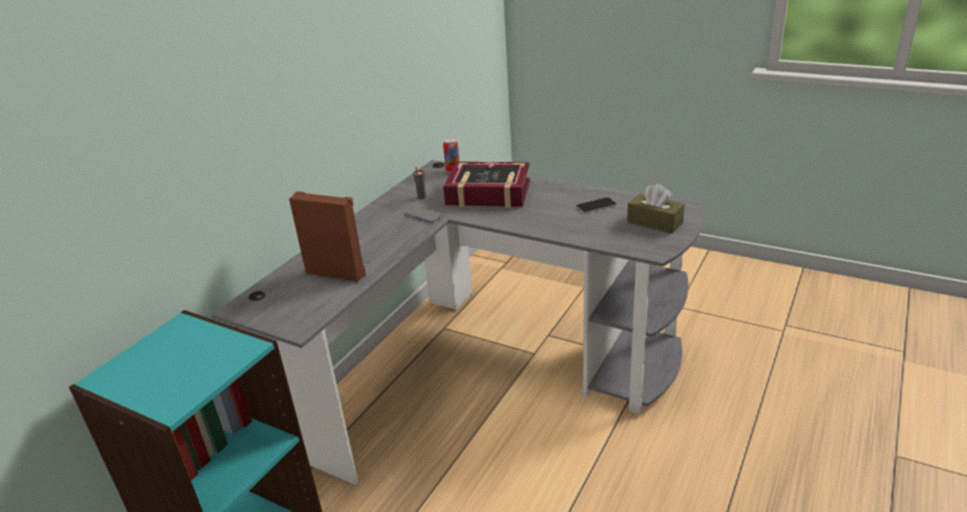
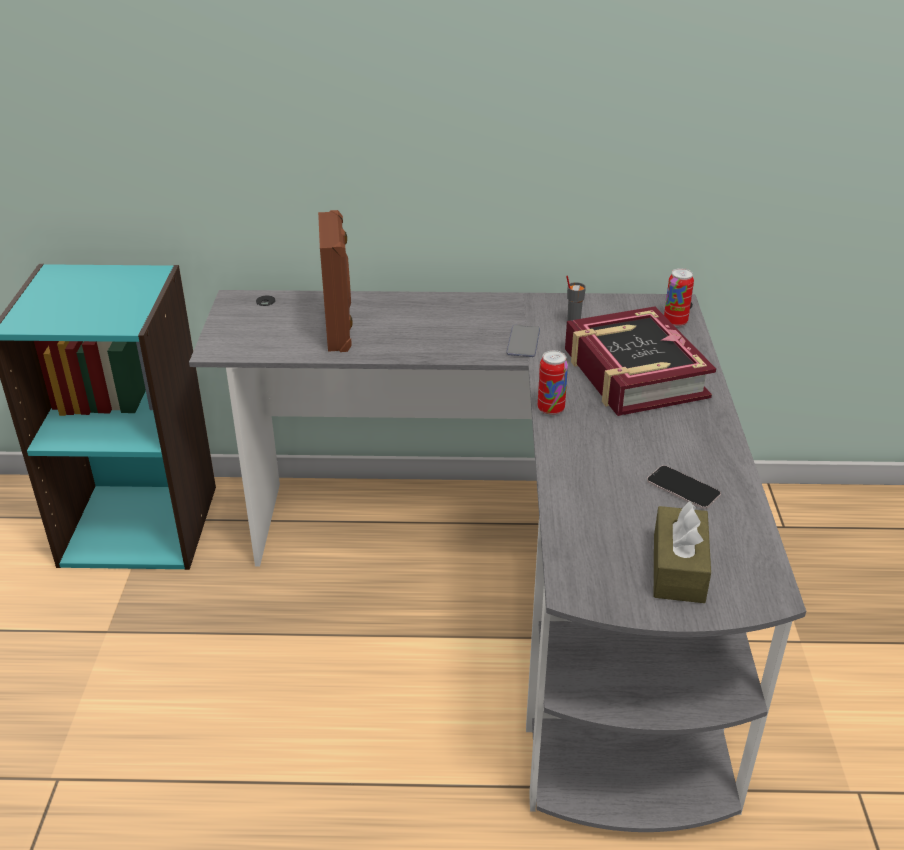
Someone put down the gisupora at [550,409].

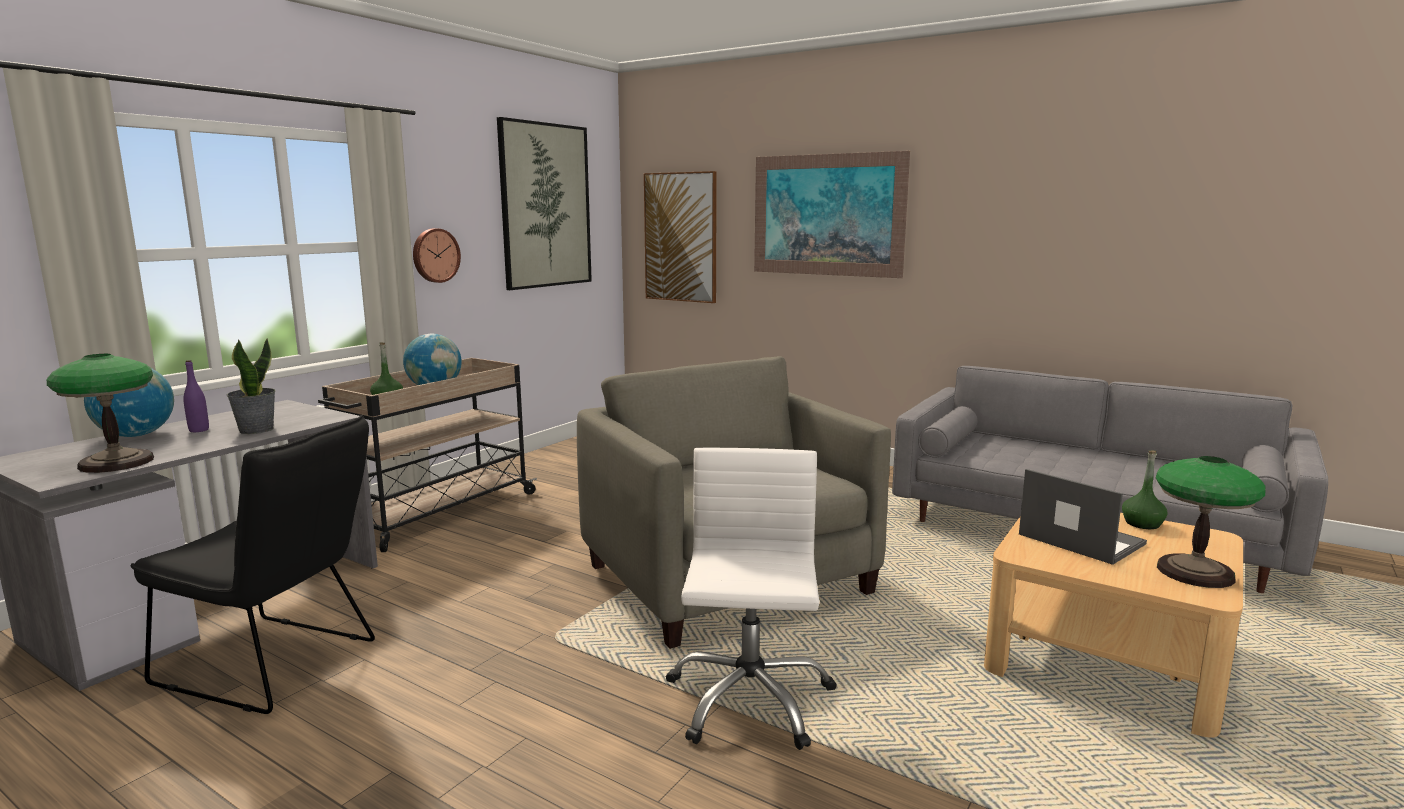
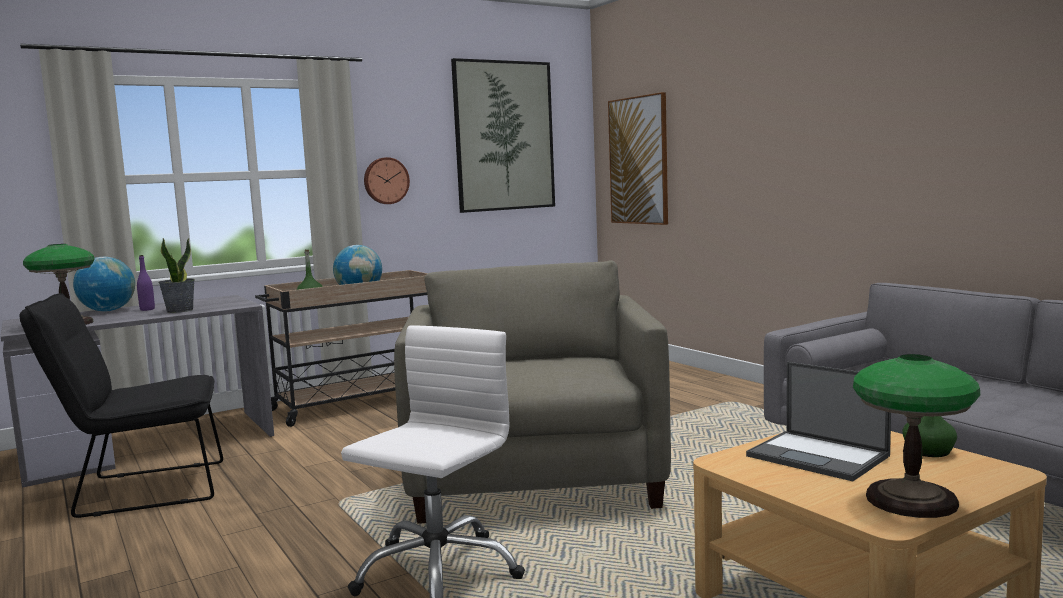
Someone rotated the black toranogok at [277,665] by 120 degrees clockwise. Someone took away the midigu at [827,215]. Someone rotated the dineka at [1079,539] by 150 degrees clockwise.

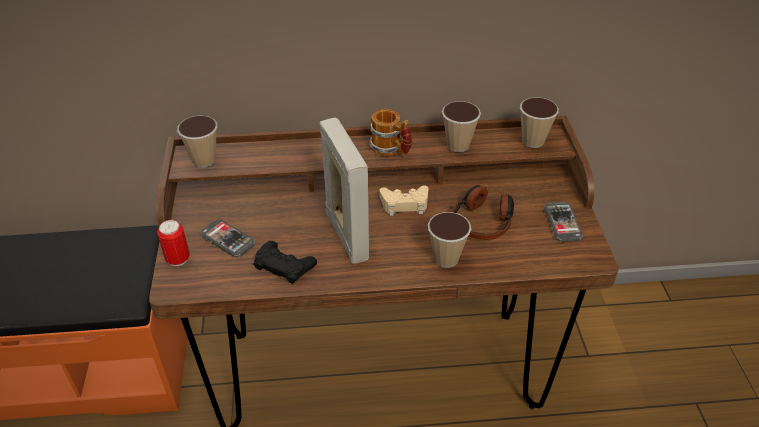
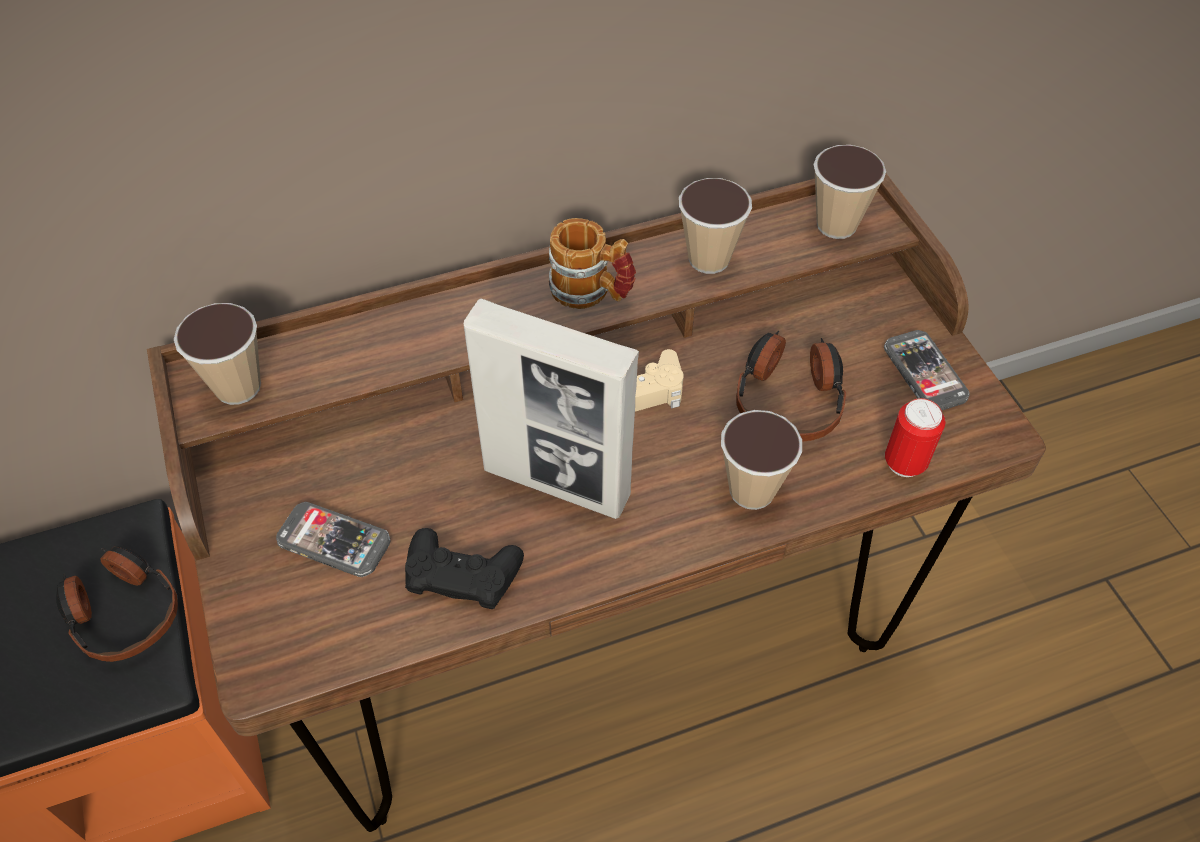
Someone carried the gisupora from [178,259] to [904,463]. Someone rotated the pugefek at [346,236] by 150 degrees clockwise. Someone put down the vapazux at [122,611].

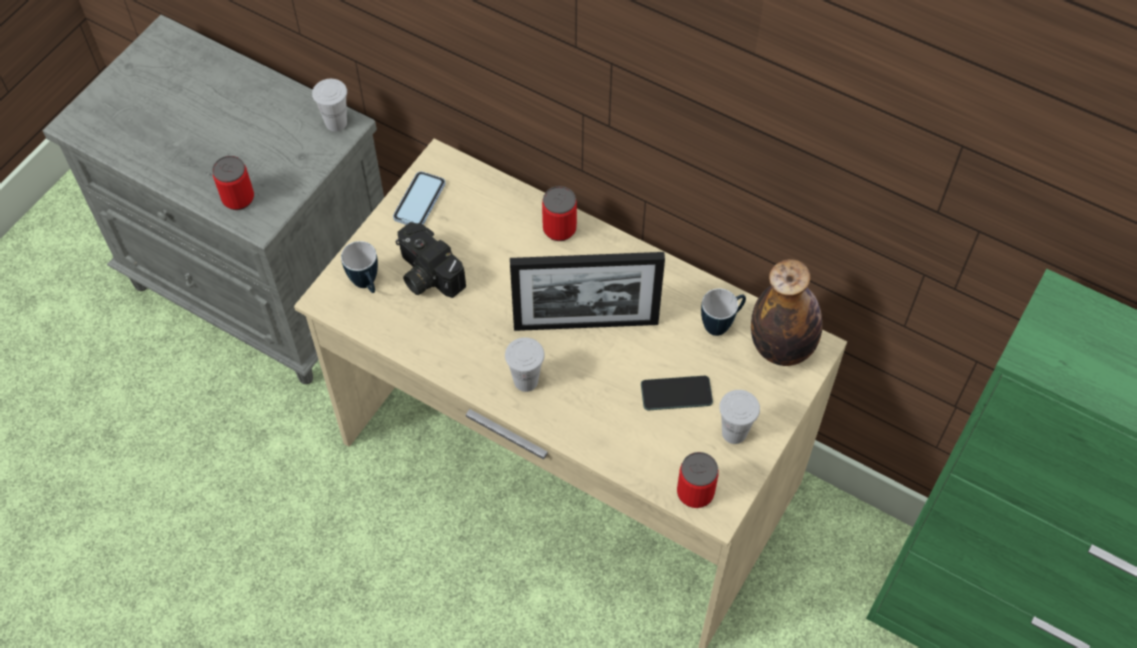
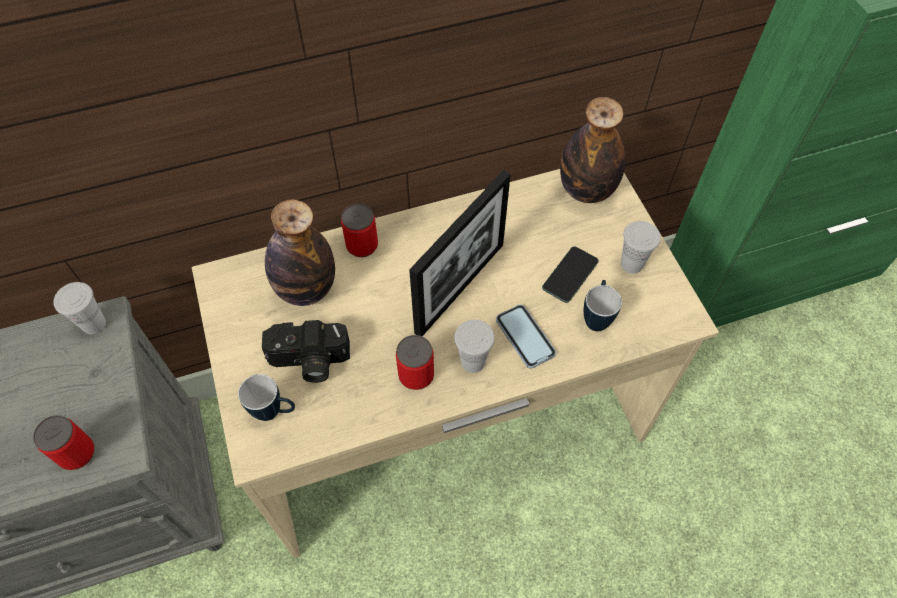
Someone carried the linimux from [419,201] to [525,337]. Someone carried the gisupora from [695,492] to [416,375]. Someone carried the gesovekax from [721,324] to [596,317]. Someone put down the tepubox at [306,288].

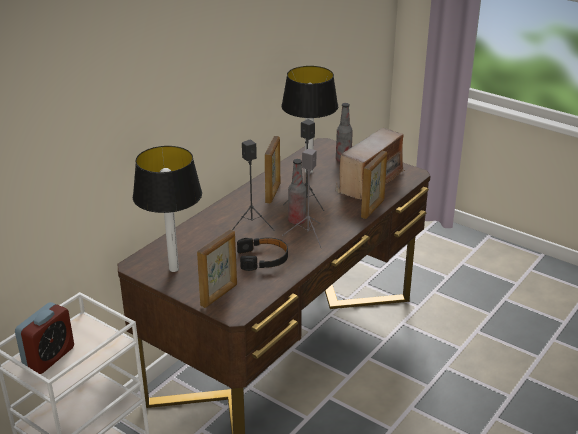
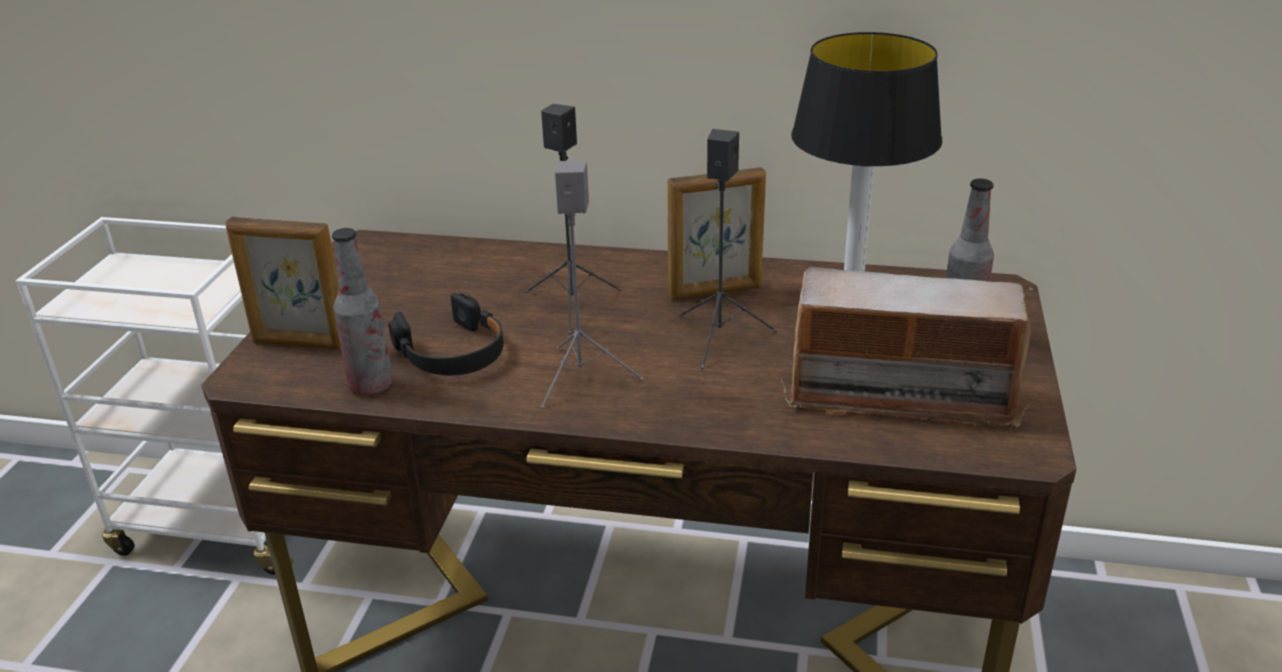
Someone took away the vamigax at [49,357]. Someone took away the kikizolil at [174,268]. Someone carried the tepubox from [297,221] to [371,385]. Someone took away the pugefek at [373,209].

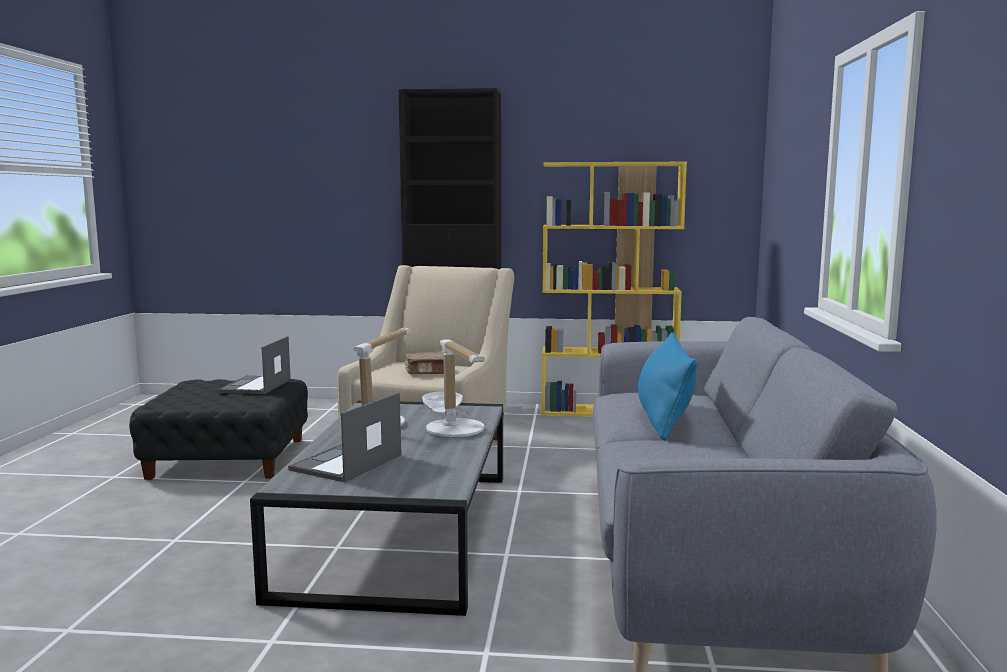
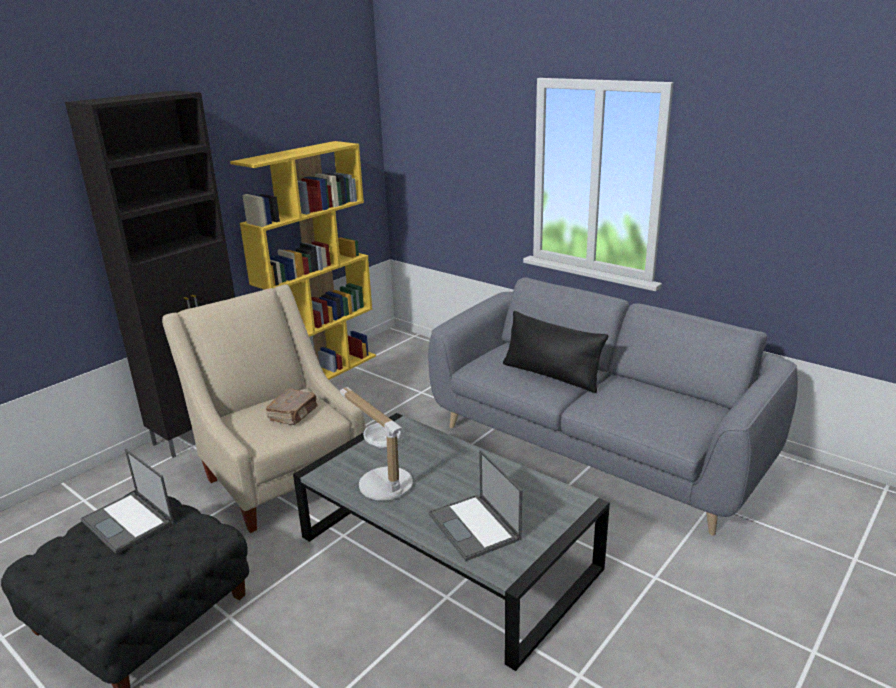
Someone took away the kikizolil at [457,432]. Someone repainted the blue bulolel at [664,418], which became the black bulolel at [551,375].

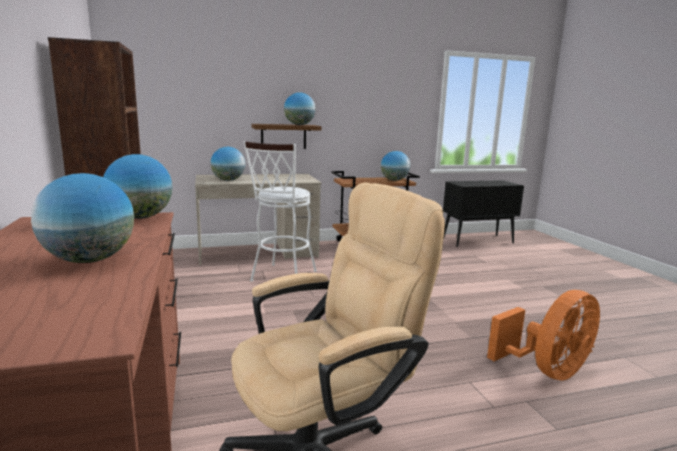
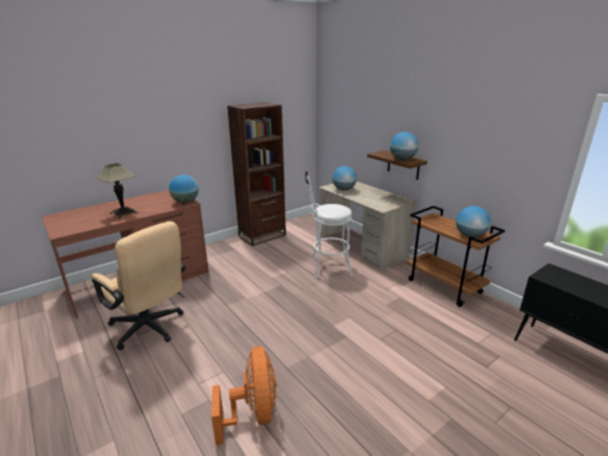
Someone swapped the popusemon at [90,260] for the kikizolil at [123,213]. Someone rotated the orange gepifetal at [548,371] by 135 degrees counterclockwise.

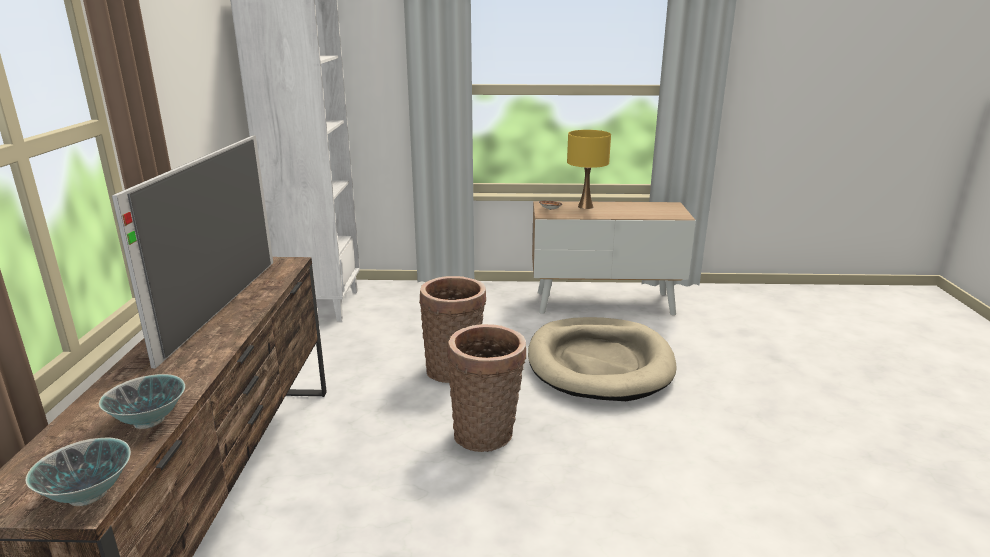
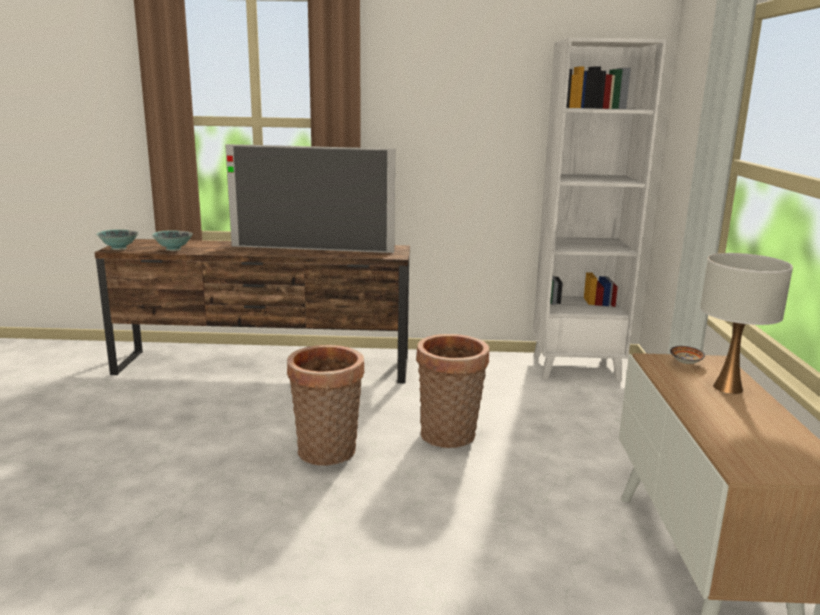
Someone took away the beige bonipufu at [599,363]. Someone repainted the yellow kikizolil at [585,206], which became the white kikizolil at [727,387].

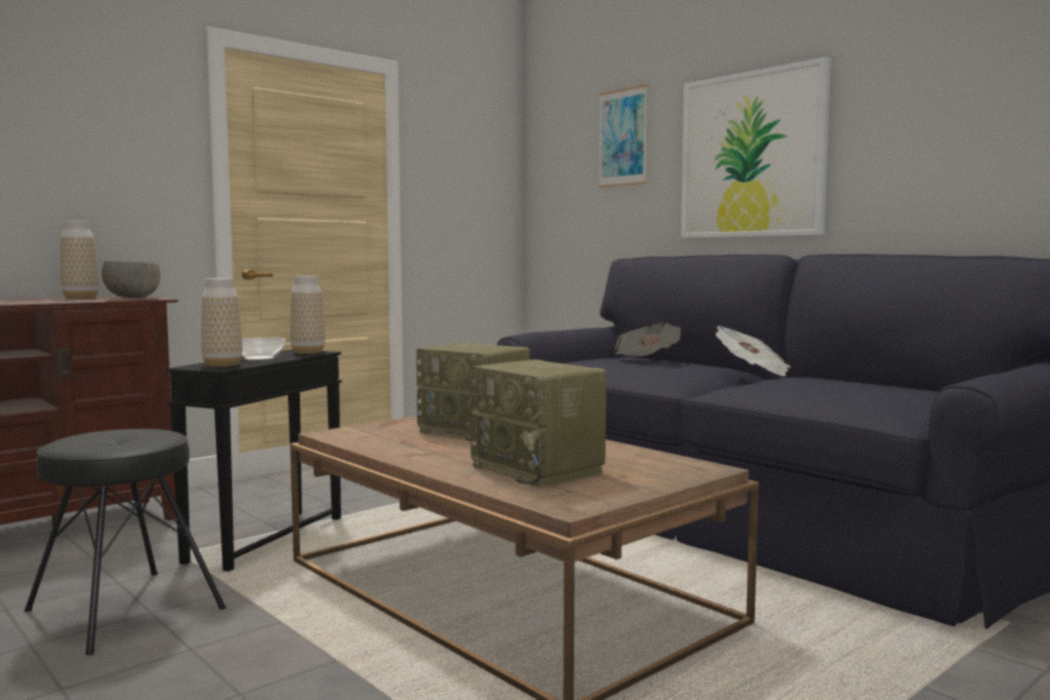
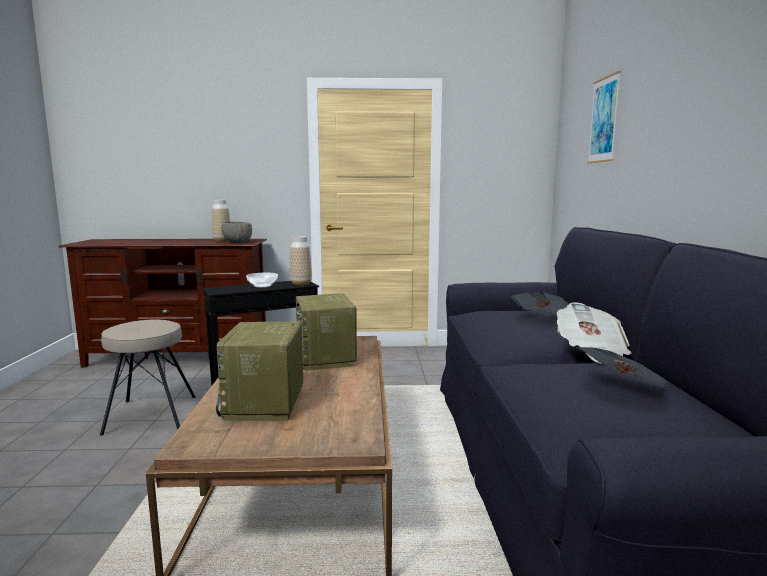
Someone repainted the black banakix at [123,610], which became the beige banakix at [150,414]. Someone took away the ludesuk at [222,365]. Someone took away the midigu at [752,155]. Someone put down the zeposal at [623,390].

